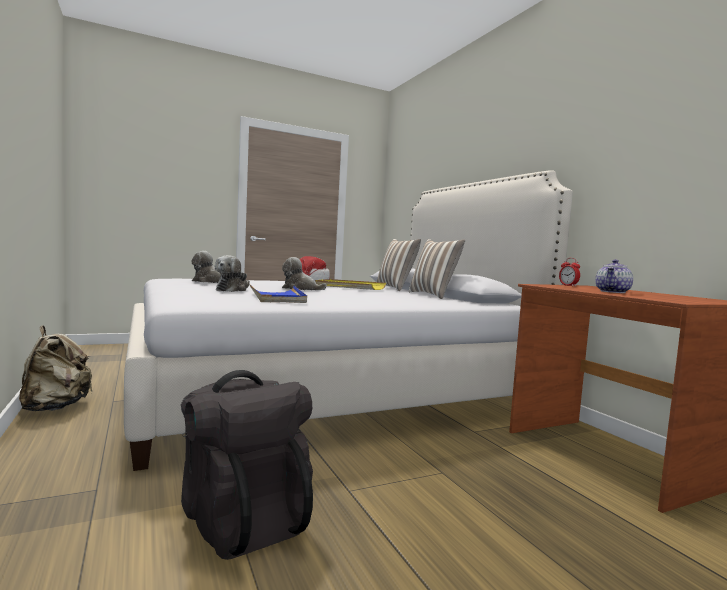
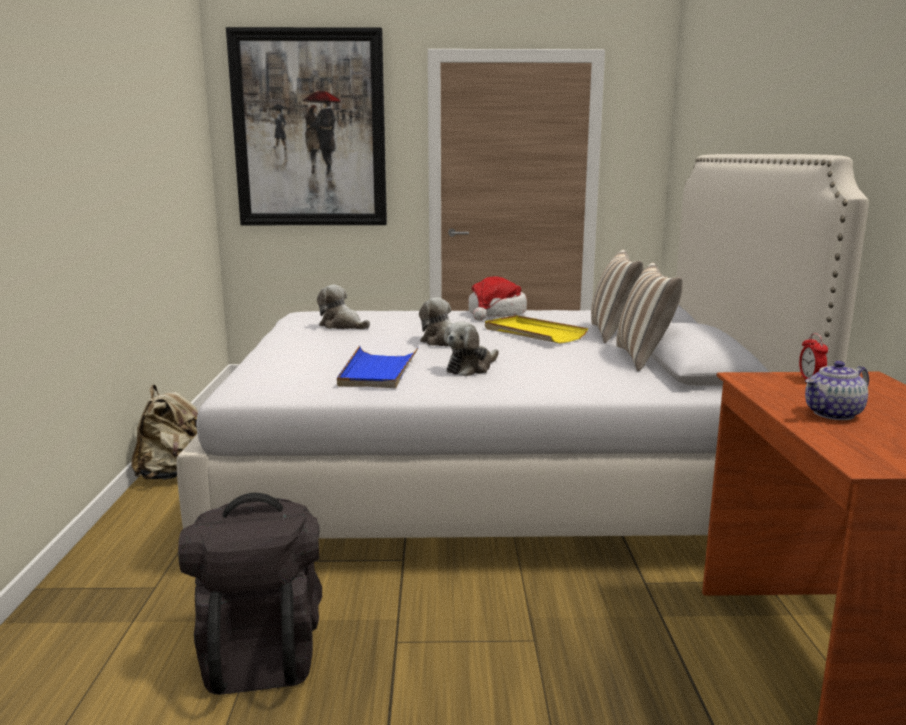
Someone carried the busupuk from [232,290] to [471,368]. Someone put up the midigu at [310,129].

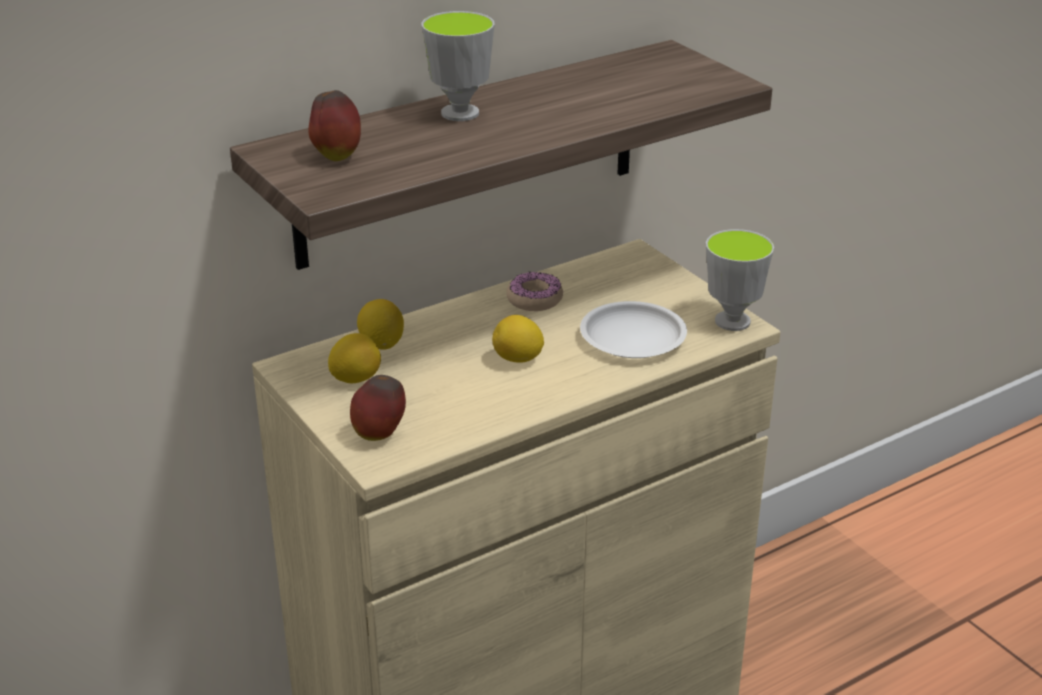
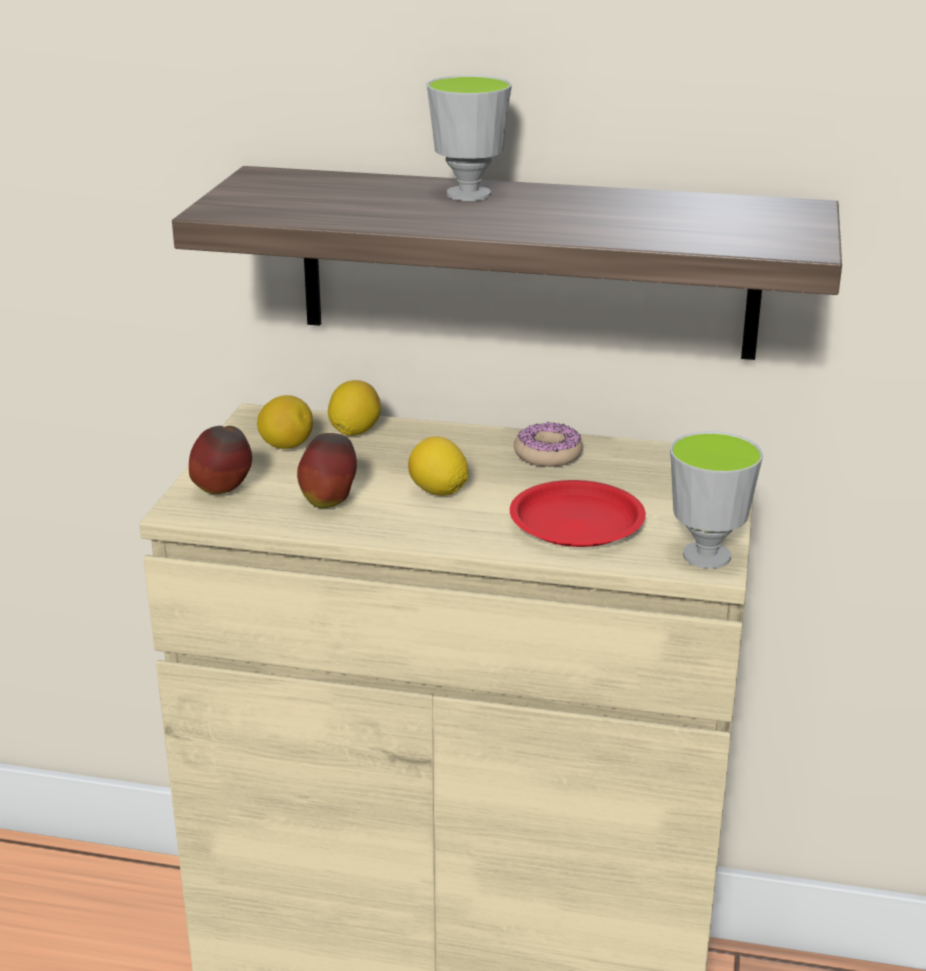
Someone carried the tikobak from [337,156] to [329,502]. Someone repainted the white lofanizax at [633,336], which became the red lofanizax at [577,522].

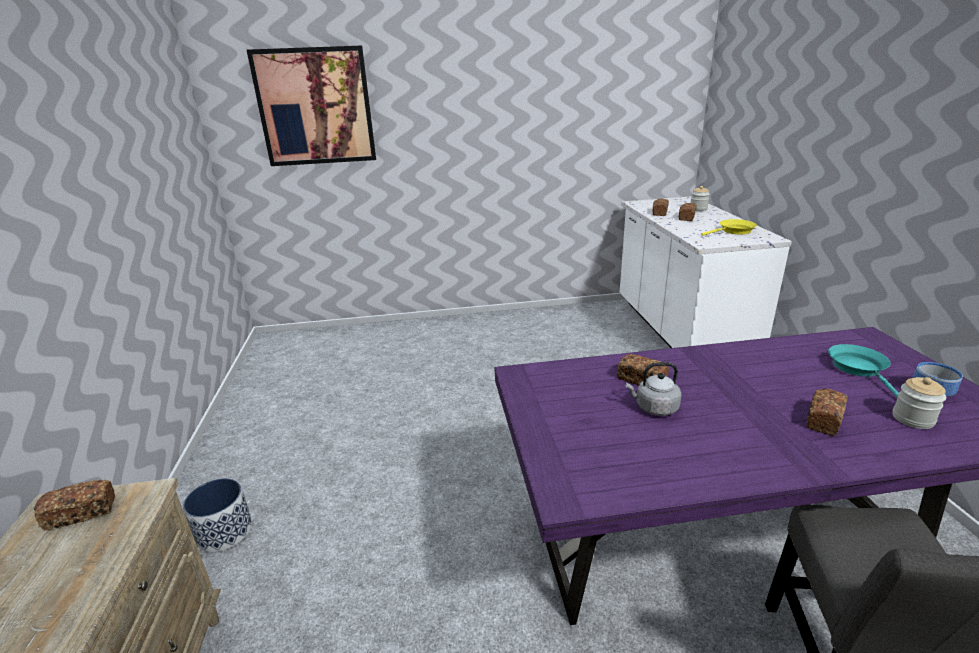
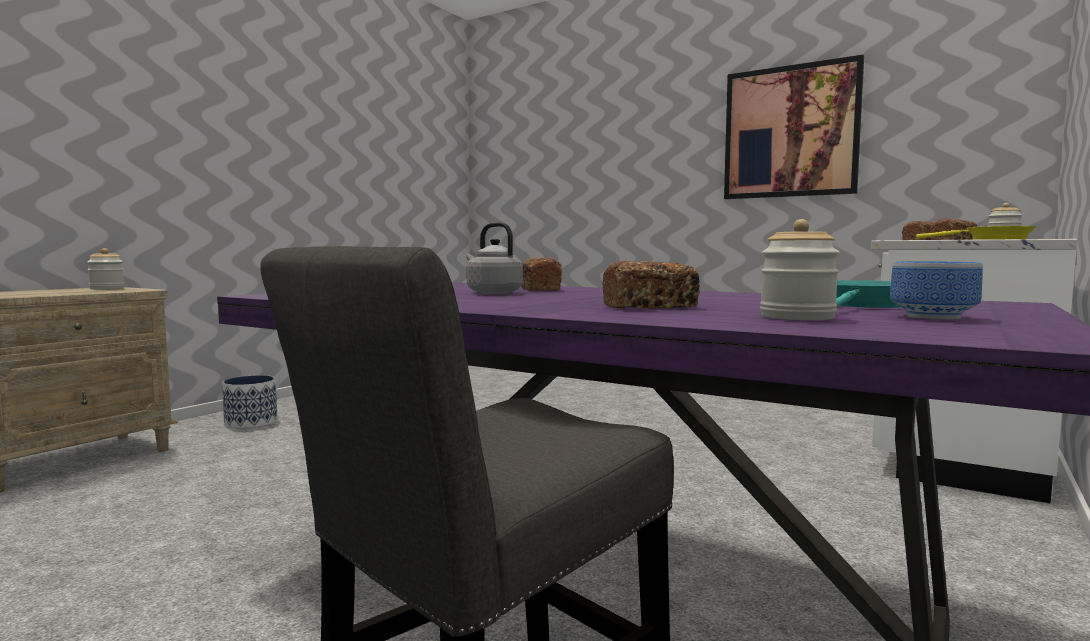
Someone swapped the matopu at [81,513] for the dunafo at [107,288]. Someone carried the midigu from [315,107] to [790,132].

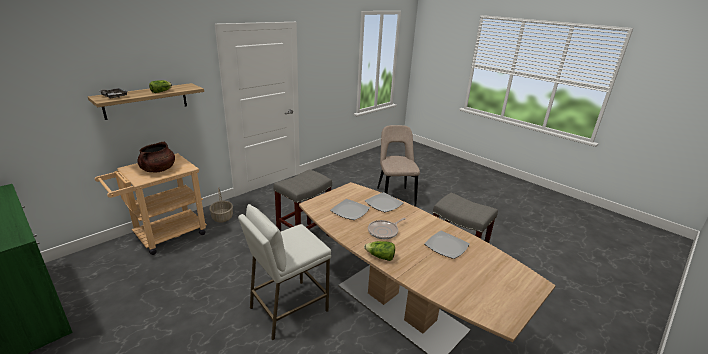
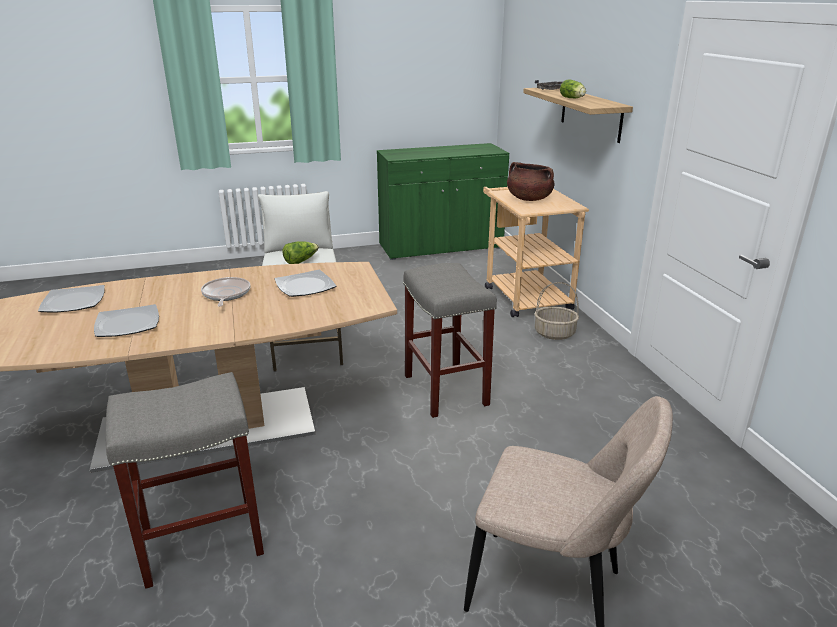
Someone carried the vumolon from [380,257] to [300,261]. Someone carried the lofanizax from [383,203] to [74,302].

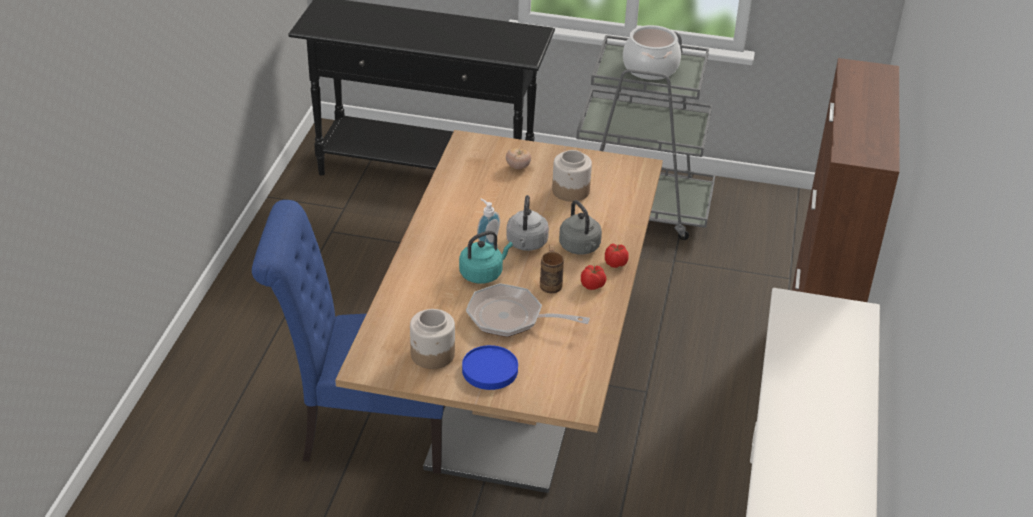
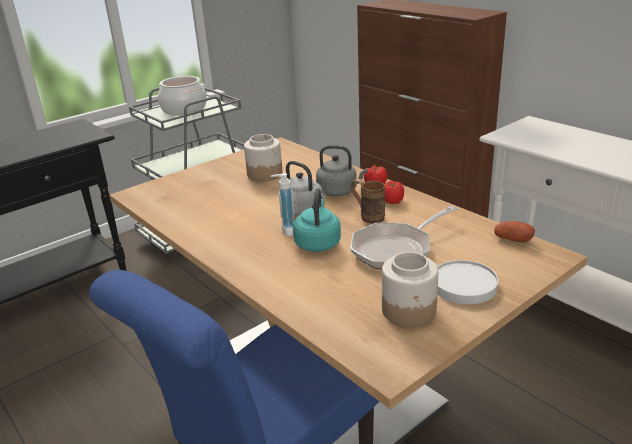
Someone repainted the blue lofanizax at [490,370], which became the white lofanizax at [464,285]. Someone took away the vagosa at [518,167]. Someone put down the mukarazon at [513,240].

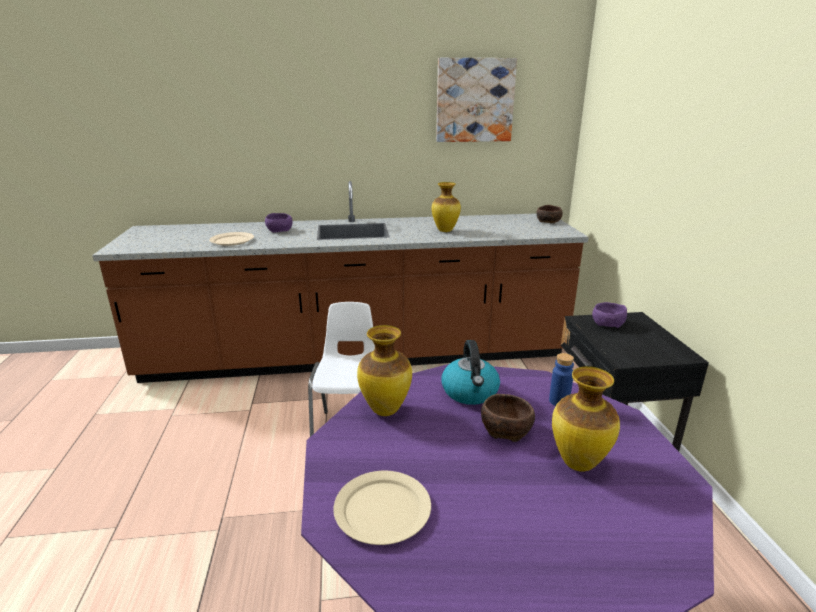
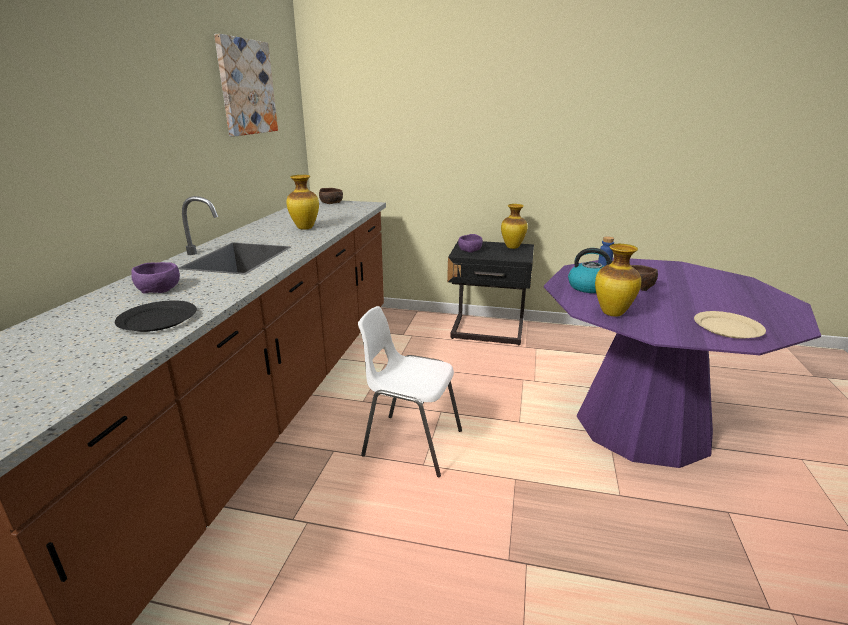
Someone repainted the beige lofanizax at [232,241], which became the black lofanizax at [158,319]. Someone carried the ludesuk from [577,462] to [512,247].

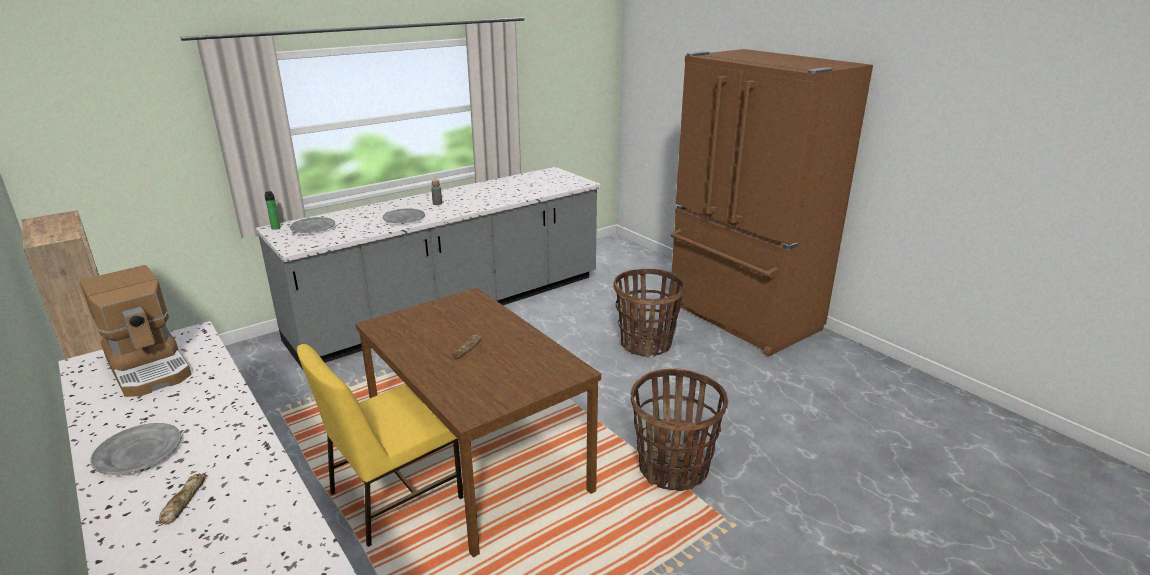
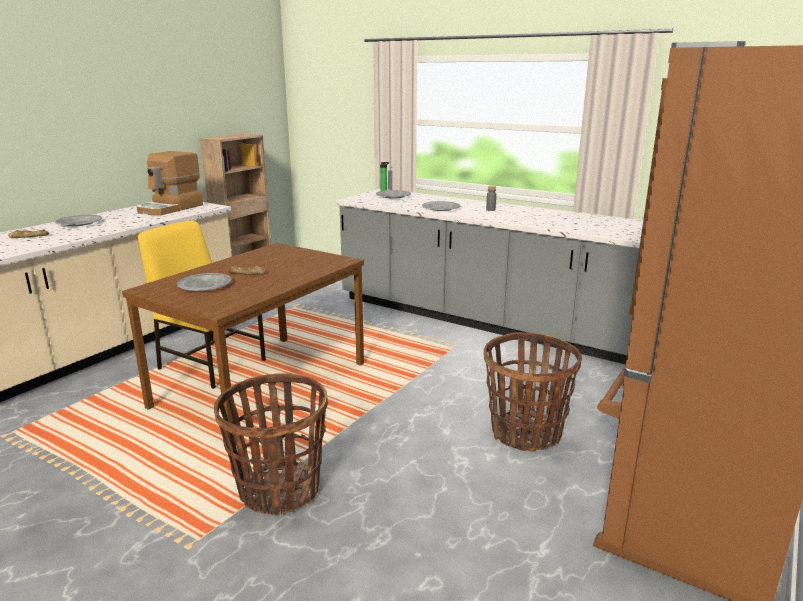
Someone put down the grey lofanizax at [205,285].

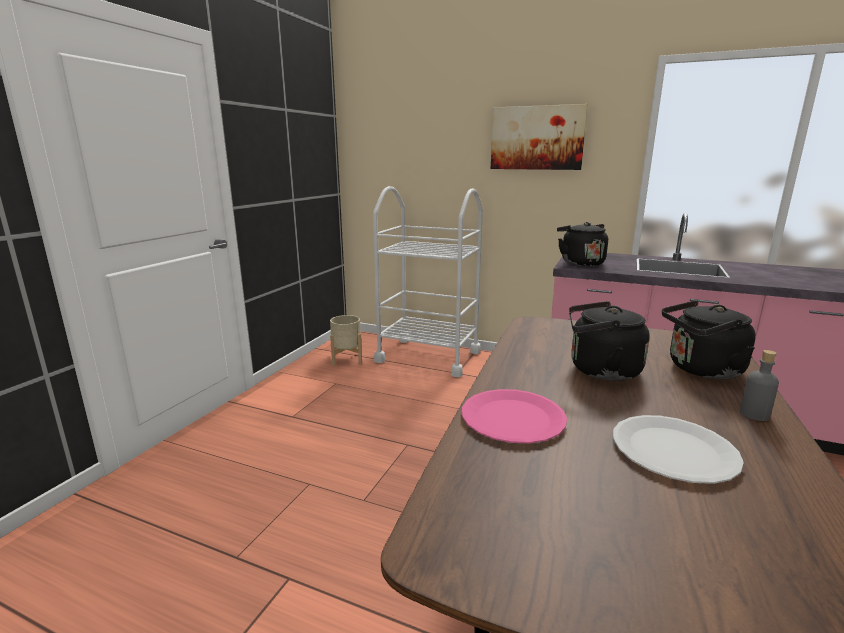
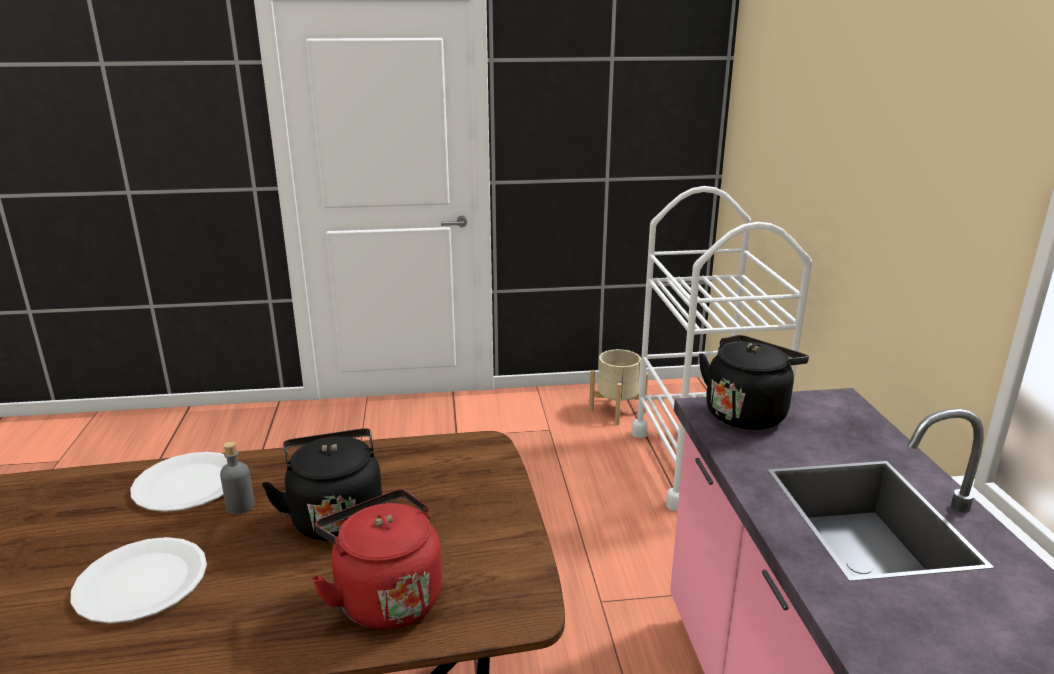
Someone repainted the pink lofanizax at [513,418], which became the white lofanizax at [187,484]. Someone took away the midigu at [537,138]. Someone repainted the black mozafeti at [701,370], which became the red mozafeti at [385,597]. Someone carried the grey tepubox from [754,414] to [240,506].

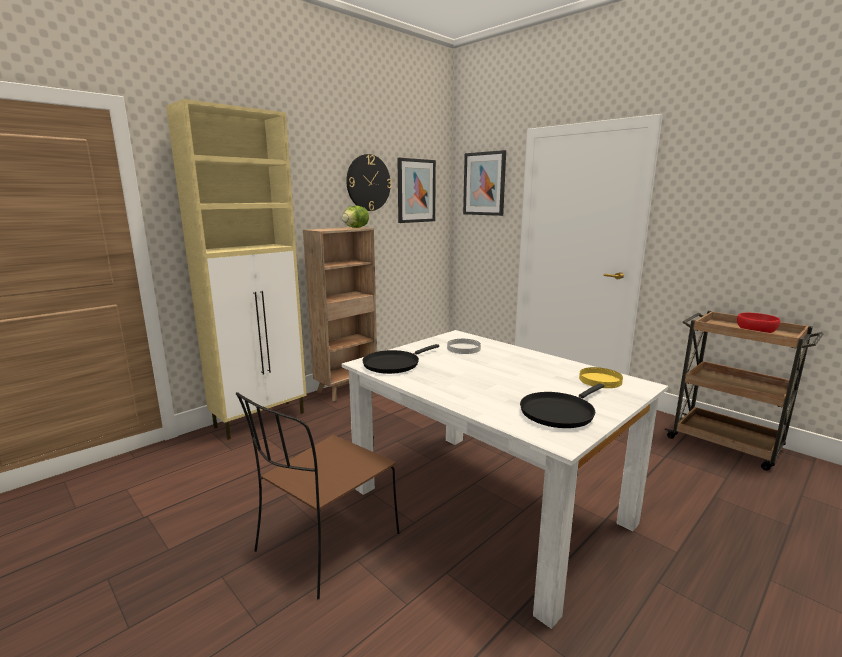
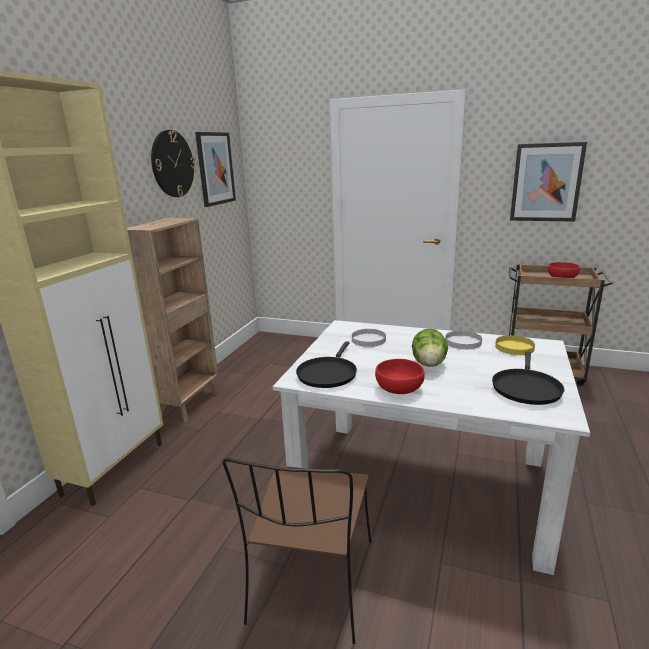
Someone carried the vumolon from [355,227] to [429,364]. Someone carried the midigu from [484,184] to [546,182]. Someone put down the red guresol at [398,388]. Someone put down the white lofanizax at [463,342].

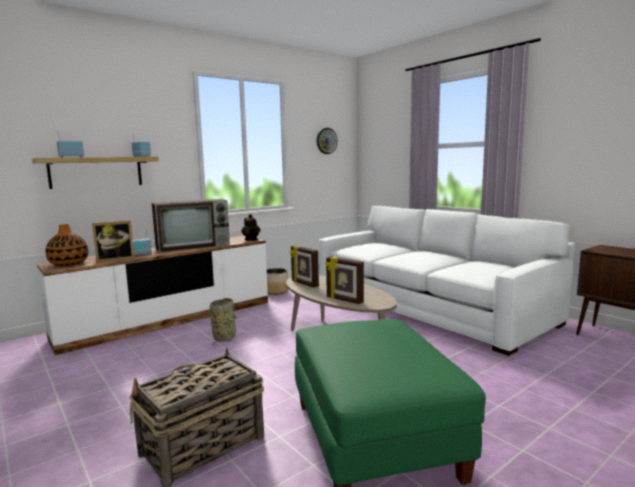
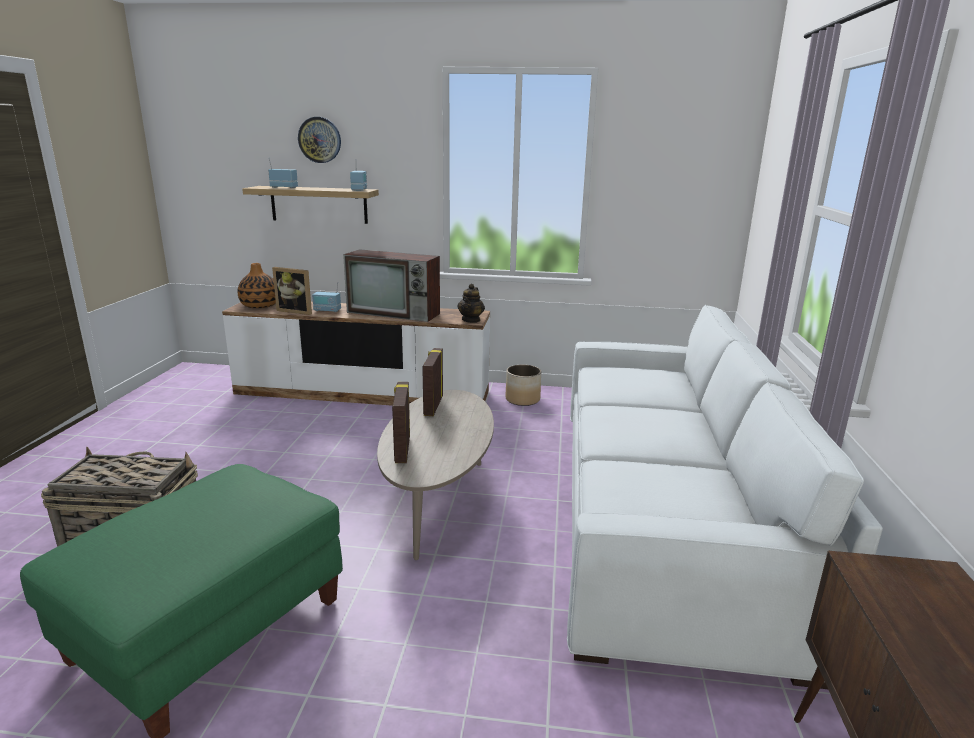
Someone took away the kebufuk at [225,337]. Someone carried the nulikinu from [326,141] to [320,140].

